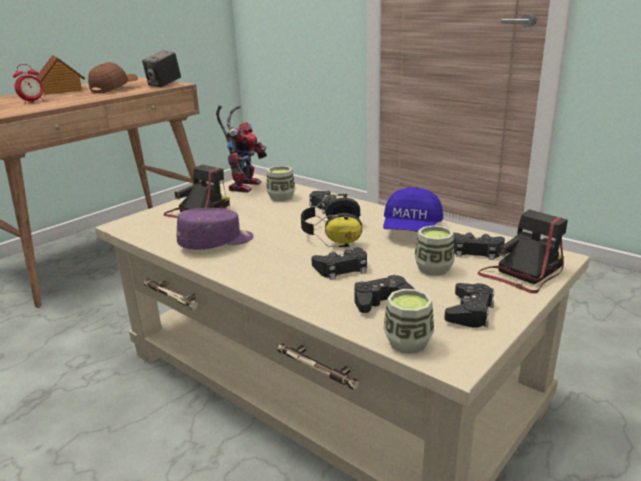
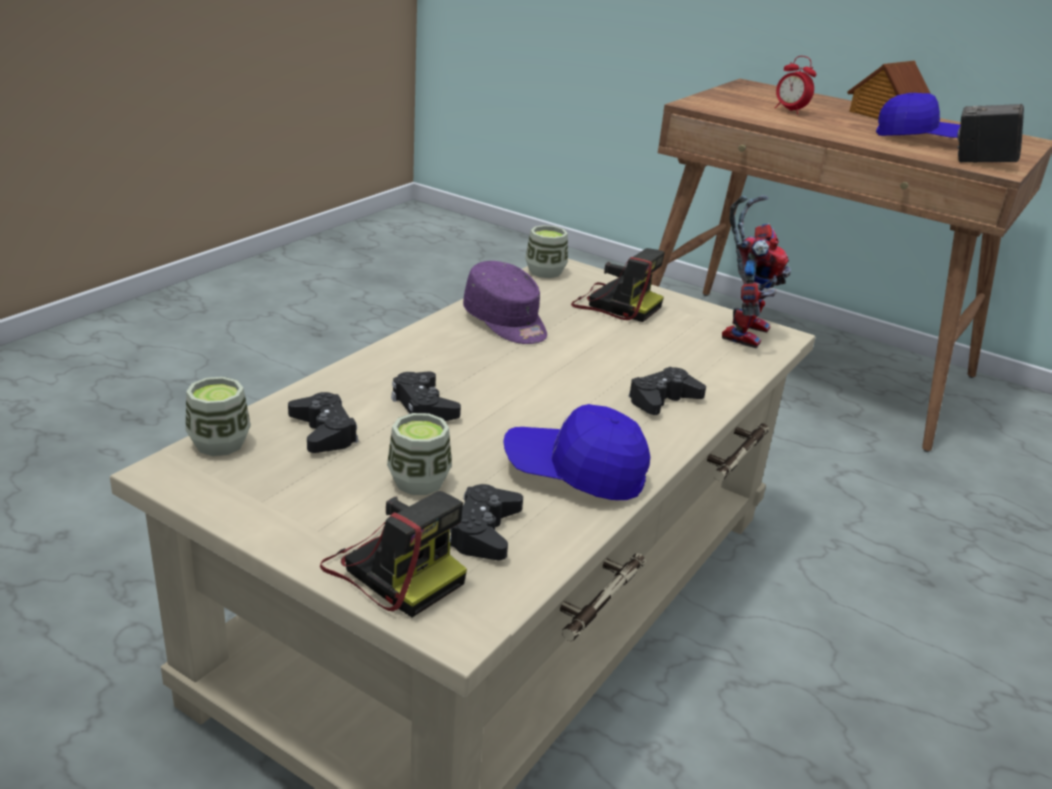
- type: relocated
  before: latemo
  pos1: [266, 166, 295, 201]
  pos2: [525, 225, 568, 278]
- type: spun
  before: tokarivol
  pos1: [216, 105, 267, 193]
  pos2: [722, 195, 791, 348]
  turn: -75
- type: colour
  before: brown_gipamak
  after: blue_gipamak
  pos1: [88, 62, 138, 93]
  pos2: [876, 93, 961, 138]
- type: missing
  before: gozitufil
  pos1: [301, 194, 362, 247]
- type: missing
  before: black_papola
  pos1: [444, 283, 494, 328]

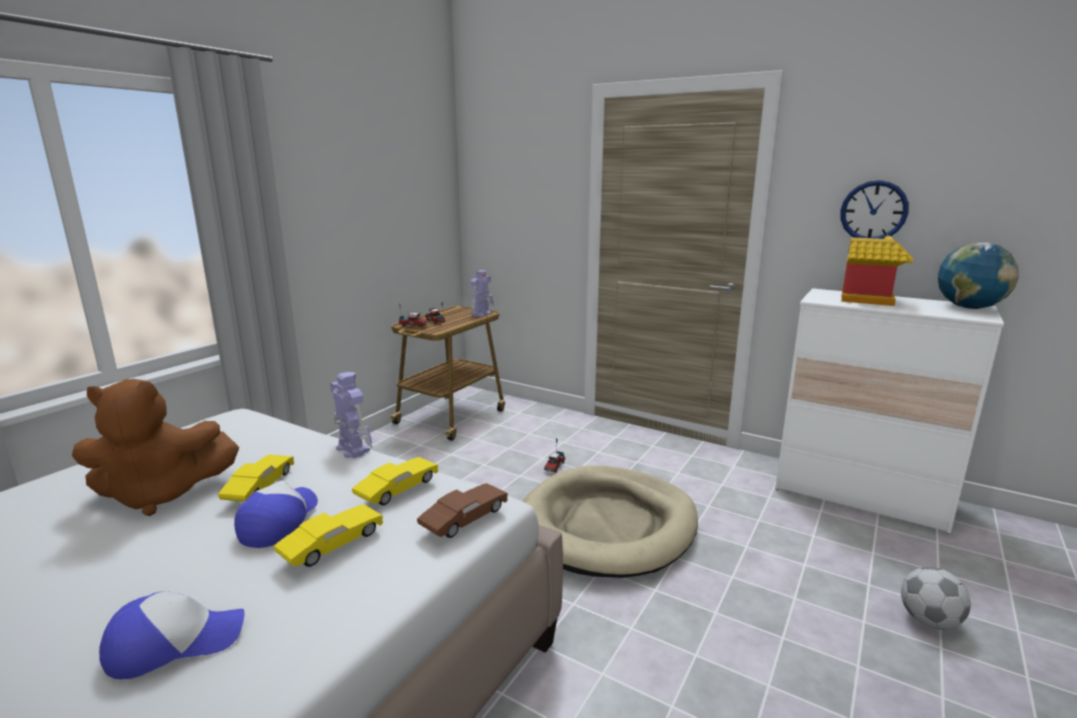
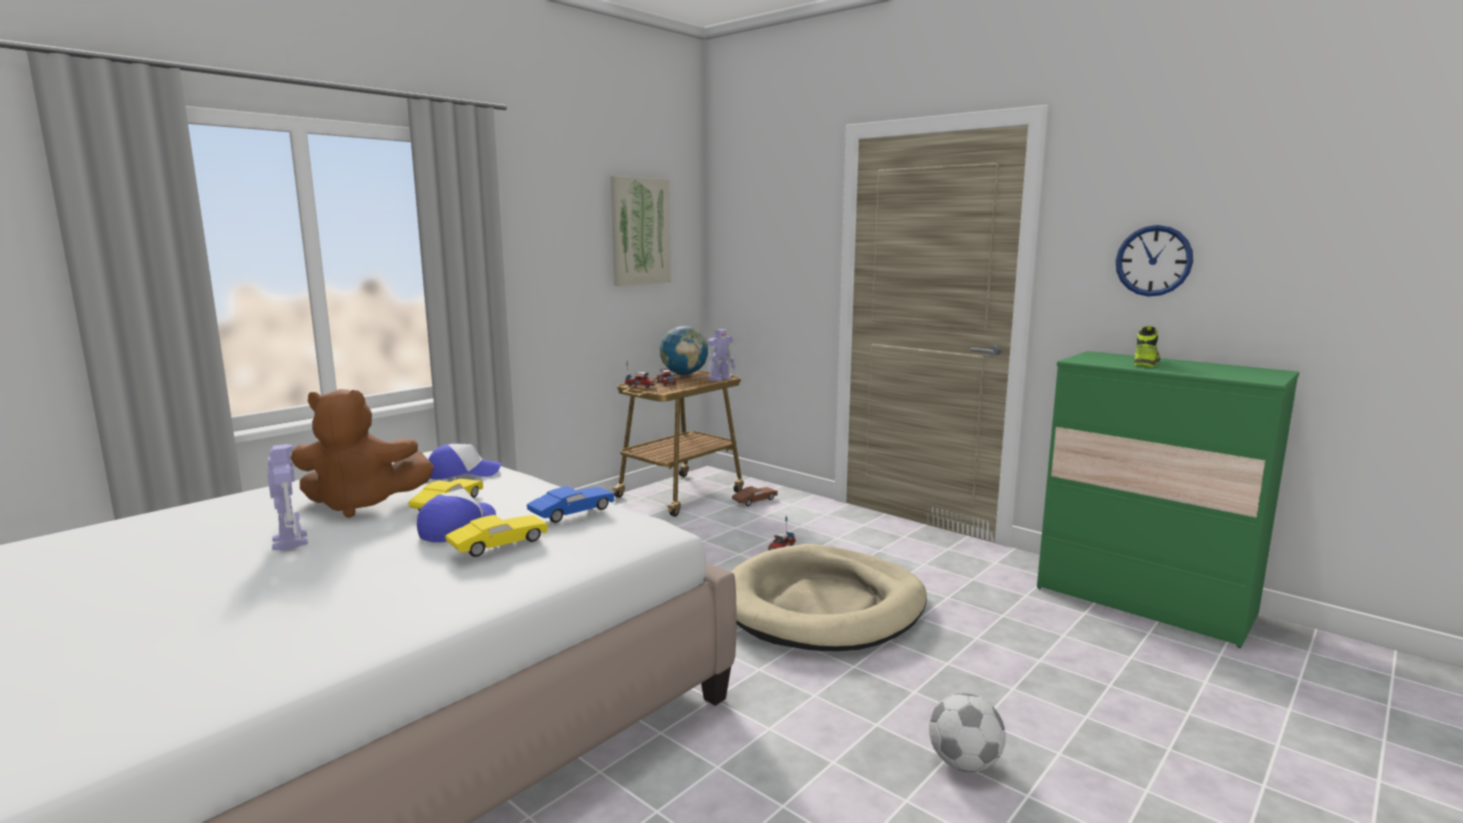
- type: relocated
  before: tokarivol
  pos1: [330, 372, 372, 458]
  pos2: [267, 444, 308, 551]
- type: relocated
  before: gipamak
  pos1: [99, 591, 244, 679]
  pos2: [428, 444, 501, 480]
- type: colour
  before: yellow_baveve
  after: blue_baveve
  pos1: [352, 457, 438, 505]
  pos2: [527, 486, 615, 523]
- type: appeared
  after: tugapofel
  pos2: [611, 176, 671, 286]
- type: relocated
  before: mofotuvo
  pos1: [938, 242, 1019, 309]
  pos2: [660, 326, 708, 375]
- type: relocated
  before: brown_baveve
  pos1: [417, 483, 508, 538]
  pos2: [732, 486, 778, 506]
- type: relocated
  before: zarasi
  pos1: [901, 567, 971, 629]
  pos2: [929, 693, 1006, 772]
- type: colour
  before: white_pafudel
  after: green_pafudel
  pos1: [775, 288, 1004, 534]
  pos2: [1037, 351, 1299, 648]
- type: exchanged
  before: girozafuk
  after: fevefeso
  pos1: [841, 236, 914, 306]
  pos2: [1134, 326, 1160, 367]

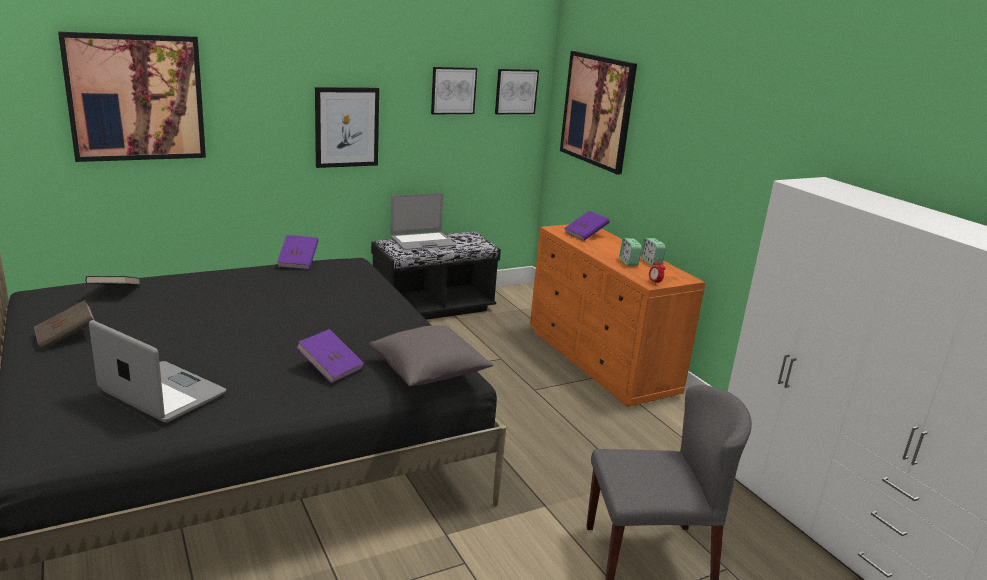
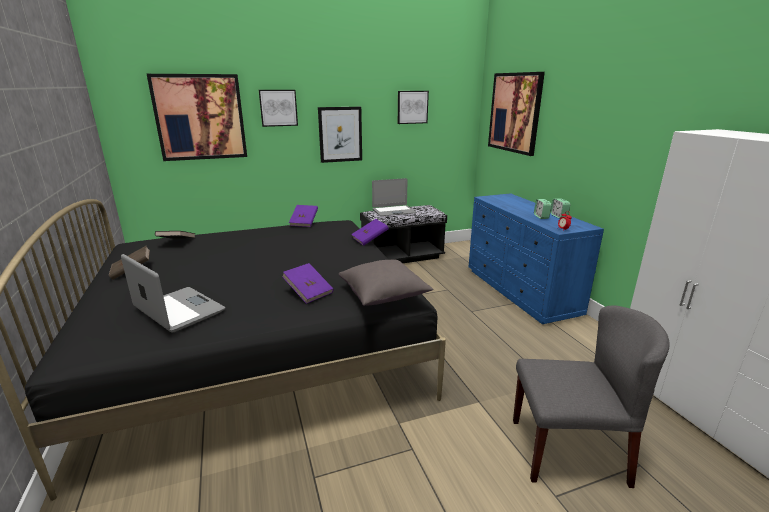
- type: relocated
  before: tugapofel
  pos1: [495, 69, 539, 114]
  pos2: [259, 90, 298, 127]
- type: relocated
  before: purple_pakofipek
  pos1: [565, 211, 610, 241]
  pos2: [351, 219, 389, 246]
- type: colour
  before: orange_pafudel
  after: blue_pafudel
  pos1: [530, 224, 705, 407]
  pos2: [469, 193, 604, 324]

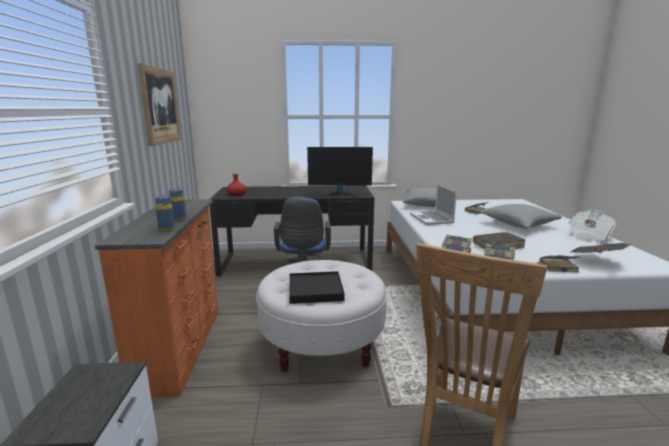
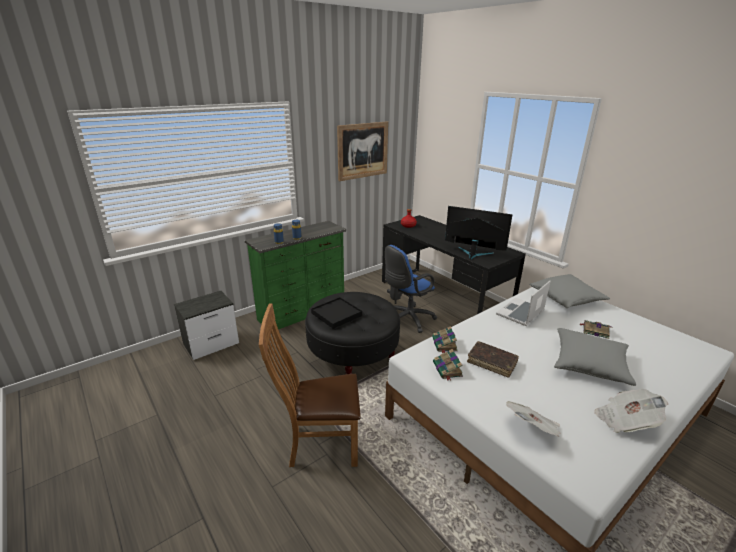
- type: colour
  before: orange_pafudel
  after: green_pafudel
  pos1: [95, 199, 219, 397]
  pos2: [245, 221, 346, 329]
- type: colour
  before: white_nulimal
  after: black_nulimal
  pos1: [256, 260, 387, 372]
  pos2: [305, 292, 400, 375]
- type: spun
  before: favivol
  pos1: [307, 147, 373, 197]
  pos2: [445, 206, 513, 260]
  turn: 150
- type: missing
  before: pakofipek
  pos1: [536, 255, 581, 272]

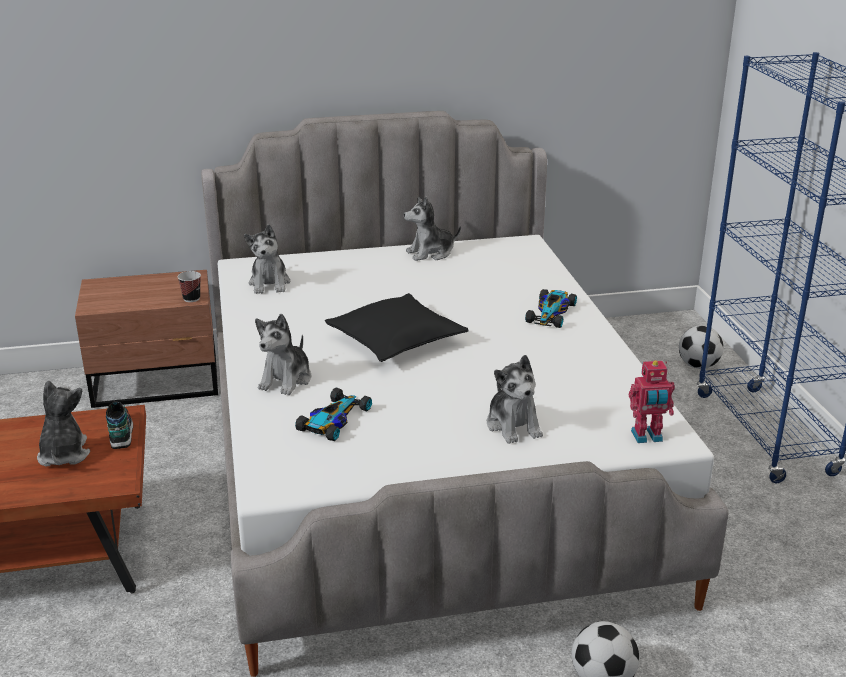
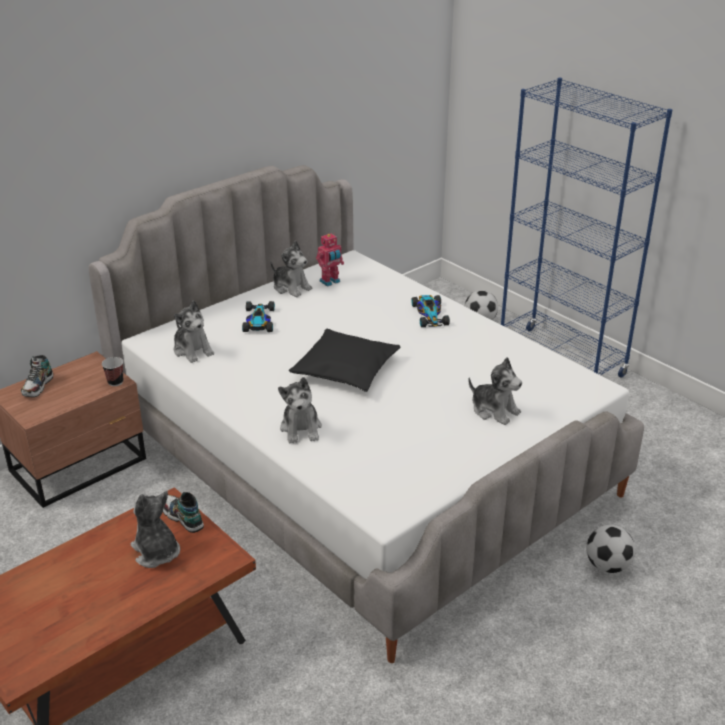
- type: appeared
  after: fevefeso
  pos2: [21, 355, 53, 397]
- type: relocated
  before: baveve
  pos1: [295, 387, 372, 441]
  pos2: [242, 301, 275, 332]
- type: spun
  before: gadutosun
  pos1: [404, 197, 461, 261]
  pos2: [270, 240, 313, 297]
  turn: -90
- type: relocated
  before: tokarivol
  pos1: [629, 360, 675, 443]
  pos2: [316, 233, 344, 287]

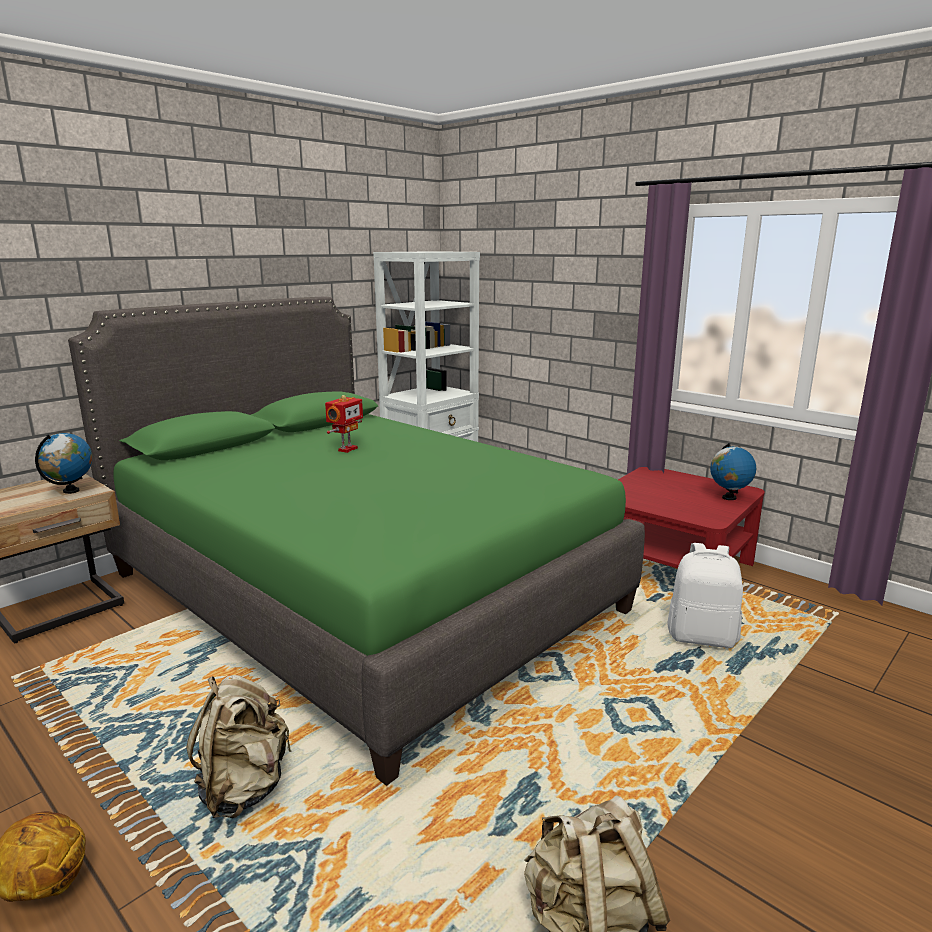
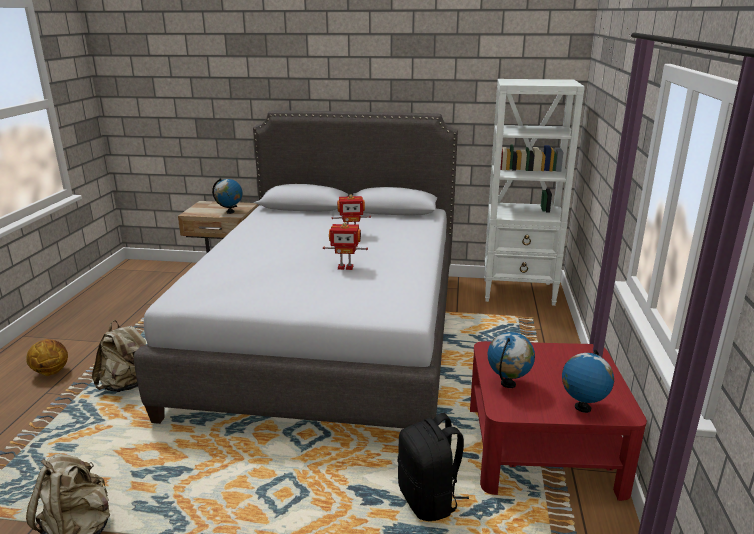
- type: colour
  before: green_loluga
  after: grey_loluga
  pos1: [68, 296, 645, 786]
  pos2: [134, 111, 458, 428]
- type: appeared
  after: tokarivol
  pos2: [323, 222, 368, 270]
- type: colour
  before: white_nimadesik
  after: black_nimadesik
  pos1: [667, 543, 743, 648]
  pos2: [398, 413, 469, 521]
- type: appeared
  after: mofotuvo
  pos2: [488, 332, 535, 388]

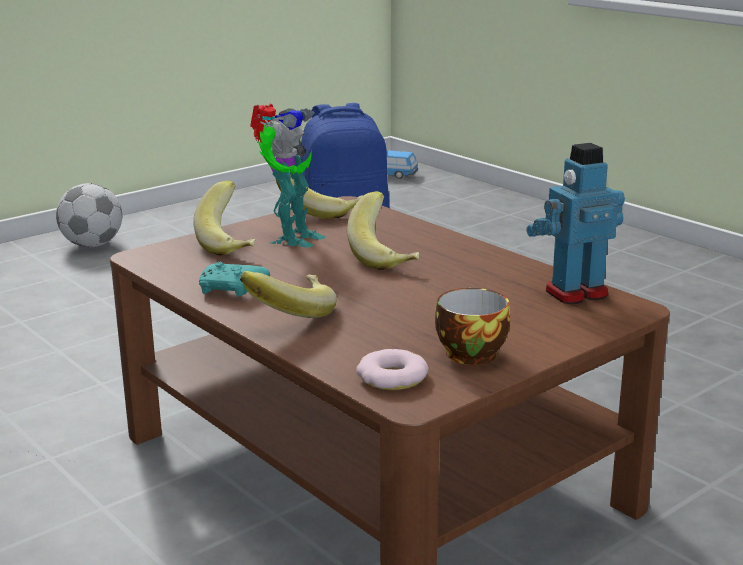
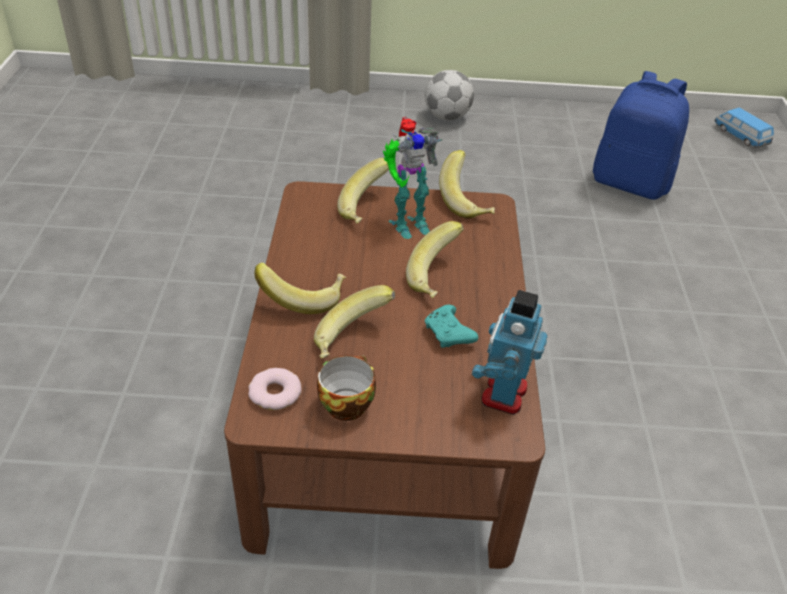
- type: appeared
  after: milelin
  pos2: [314, 285, 395, 359]
- type: relocated
  before: turquoise_papola
  pos1: [199, 262, 270, 297]
  pos2: [425, 305, 478, 348]
- type: spun
  before: tokarivol
  pos1: [526, 143, 625, 304]
  pos2: [472, 290, 547, 415]
  turn: -90

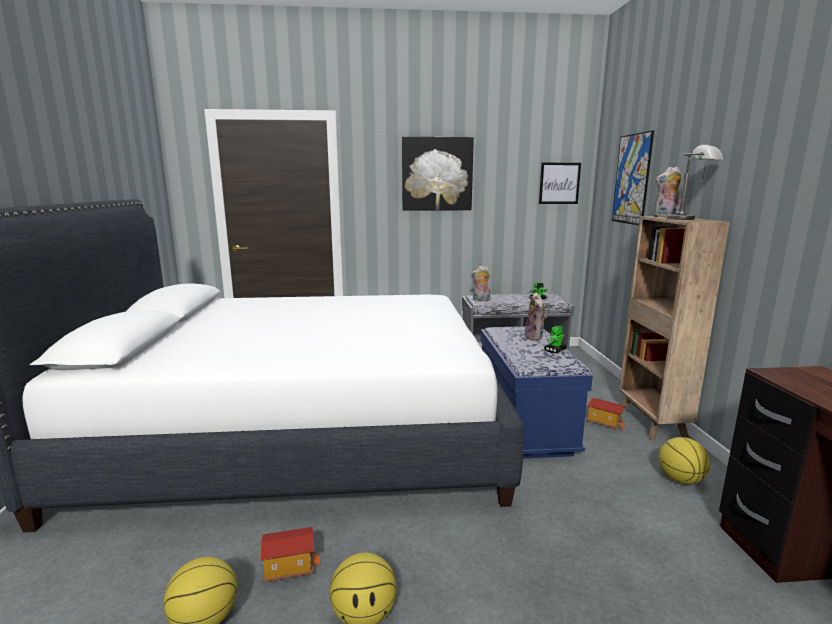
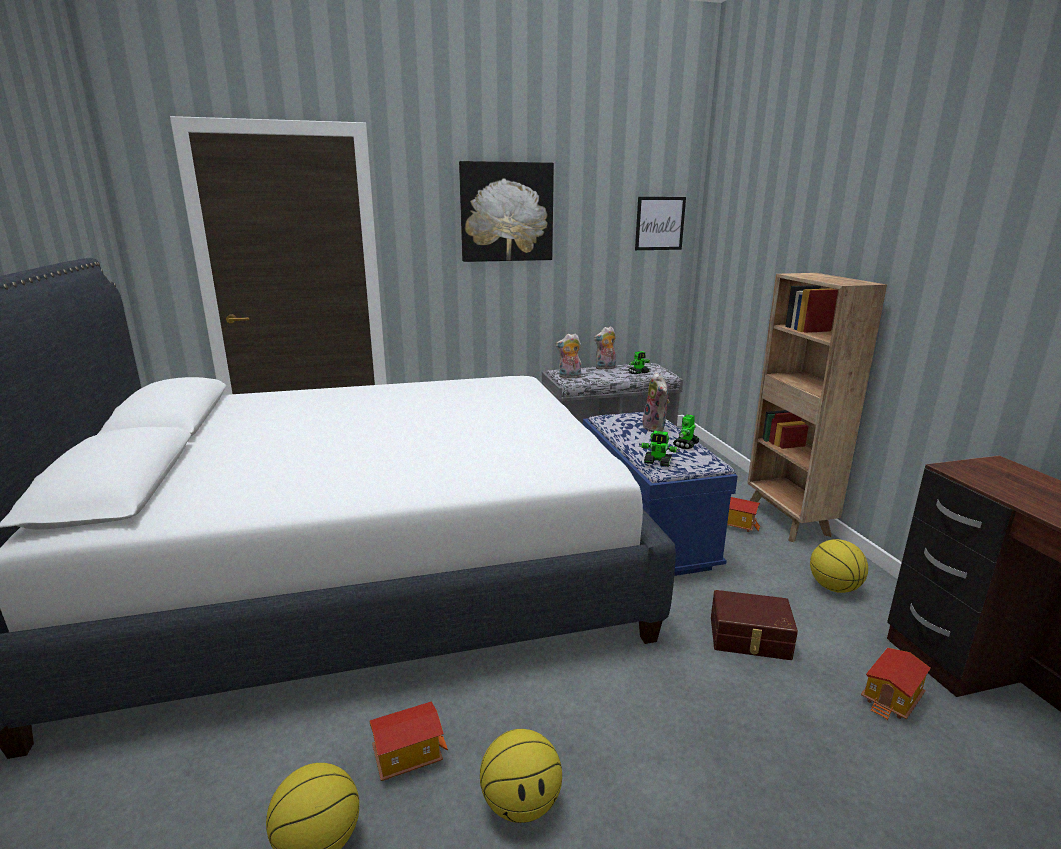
- type: relocated
  before: gadutosun
  pos1: [654, 166, 681, 217]
  pos2: [594, 326, 616, 370]
- type: appeared
  after: tokarivol
  pos2: [639, 431, 680, 467]
- type: appeared
  after: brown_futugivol
  pos2: [711, 590, 798, 660]
- type: appeared
  after: girozafuk
  pos2: [861, 648, 931, 720]
- type: missing
  before: tugapofel
  pos1: [612, 130, 654, 225]
- type: missing
  before: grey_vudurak
  pos1: [667, 145, 723, 220]

